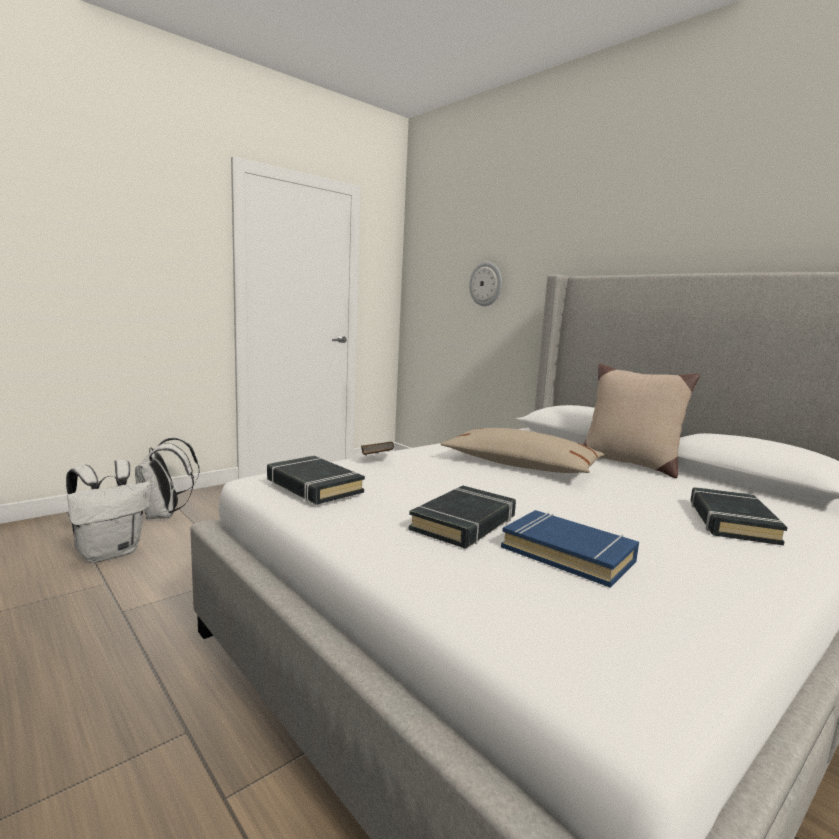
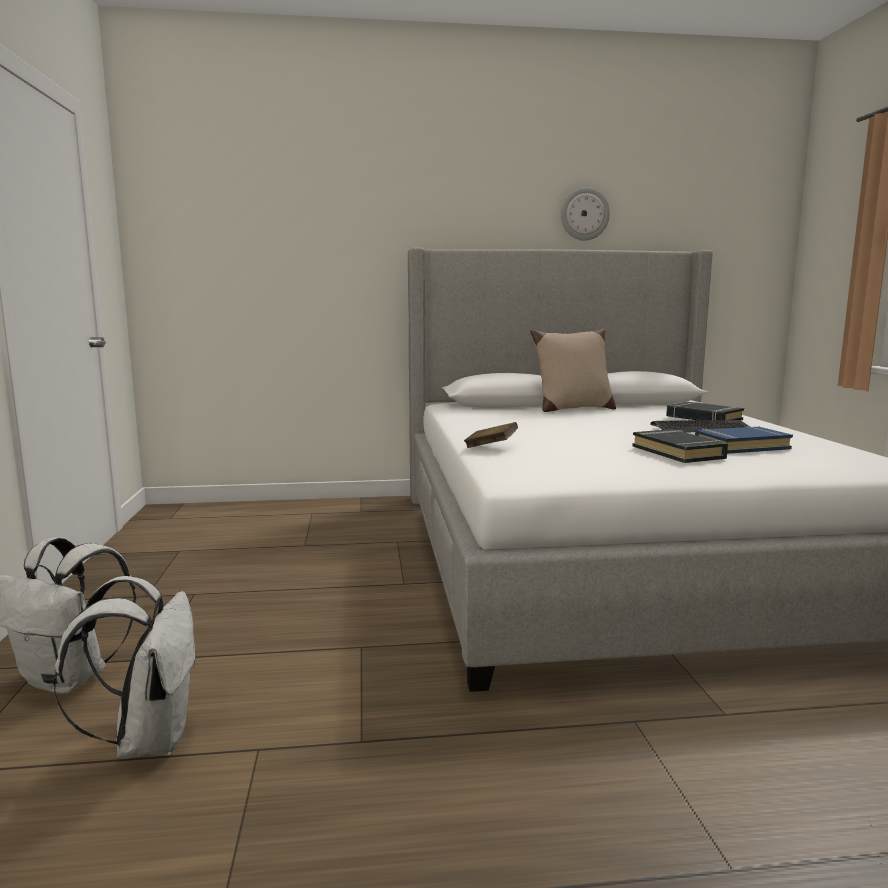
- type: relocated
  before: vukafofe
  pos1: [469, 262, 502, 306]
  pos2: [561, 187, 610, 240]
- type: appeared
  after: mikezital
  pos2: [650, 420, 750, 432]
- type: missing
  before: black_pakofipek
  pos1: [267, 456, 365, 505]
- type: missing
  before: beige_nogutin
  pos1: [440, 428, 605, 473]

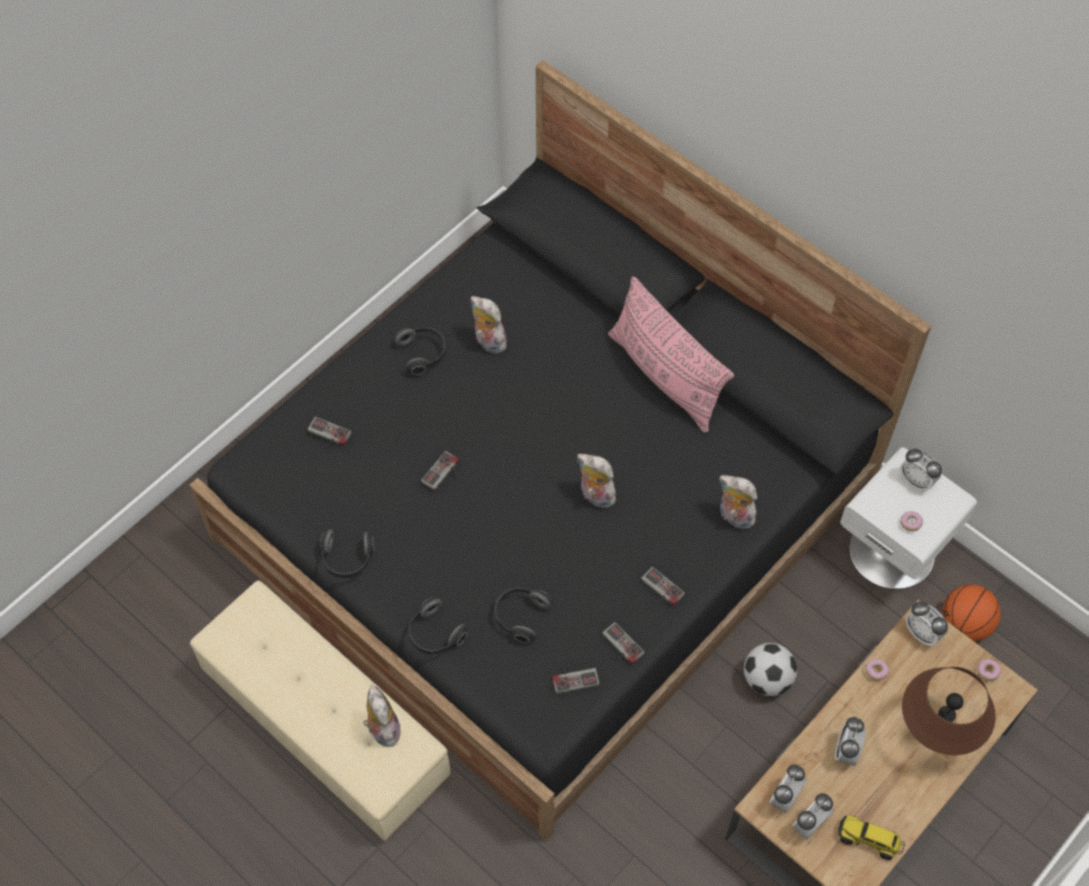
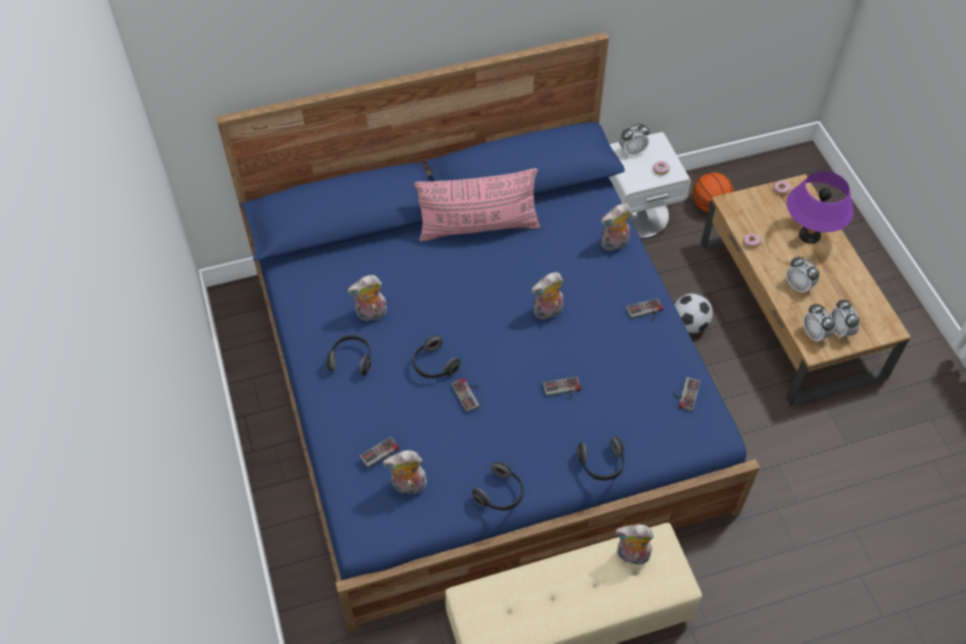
- type: colour
  before: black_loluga
  after: blue_loluga
  pos1: [190, 60, 931, 841]
  pos2: [216, 32, 760, 632]
- type: appeared
  after: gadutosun
  pos2: [383, 450, 427, 494]
- type: relocated
  before: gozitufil
  pos1: [494, 587, 552, 643]
  pos2: [413, 336, 461, 379]
- type: relocated
  before: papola
  pos1: [602, 622, 645, 664]
  pos2: [543, 377, 581, 400]
- type: colour
  before: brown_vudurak
  after: purple_vudurak
  pos1: [902, 667, 996, 755]
  pos2: [787, 171, 854, 244]
- type: missing
  before: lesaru
  pos1: [838, 815, 905, 860]
- type: missing
  before: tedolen
  pos1: [906, 601, 948, 646]

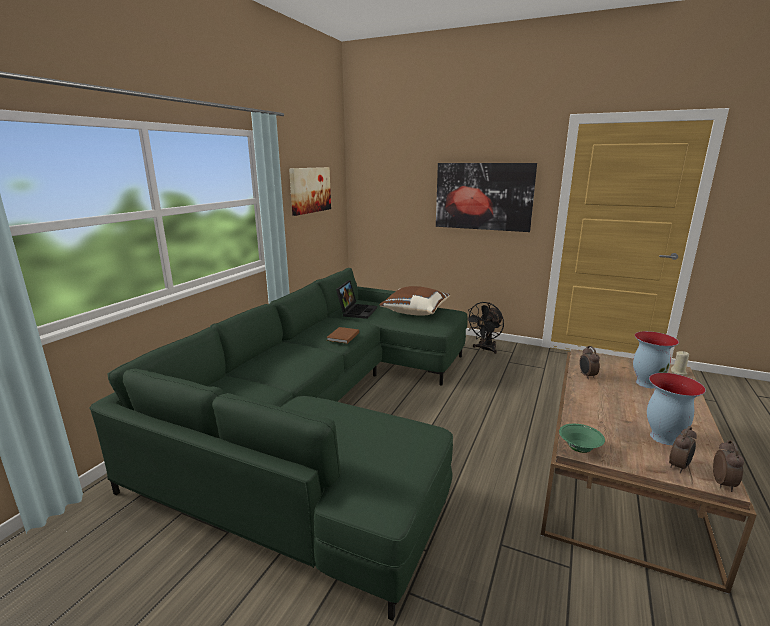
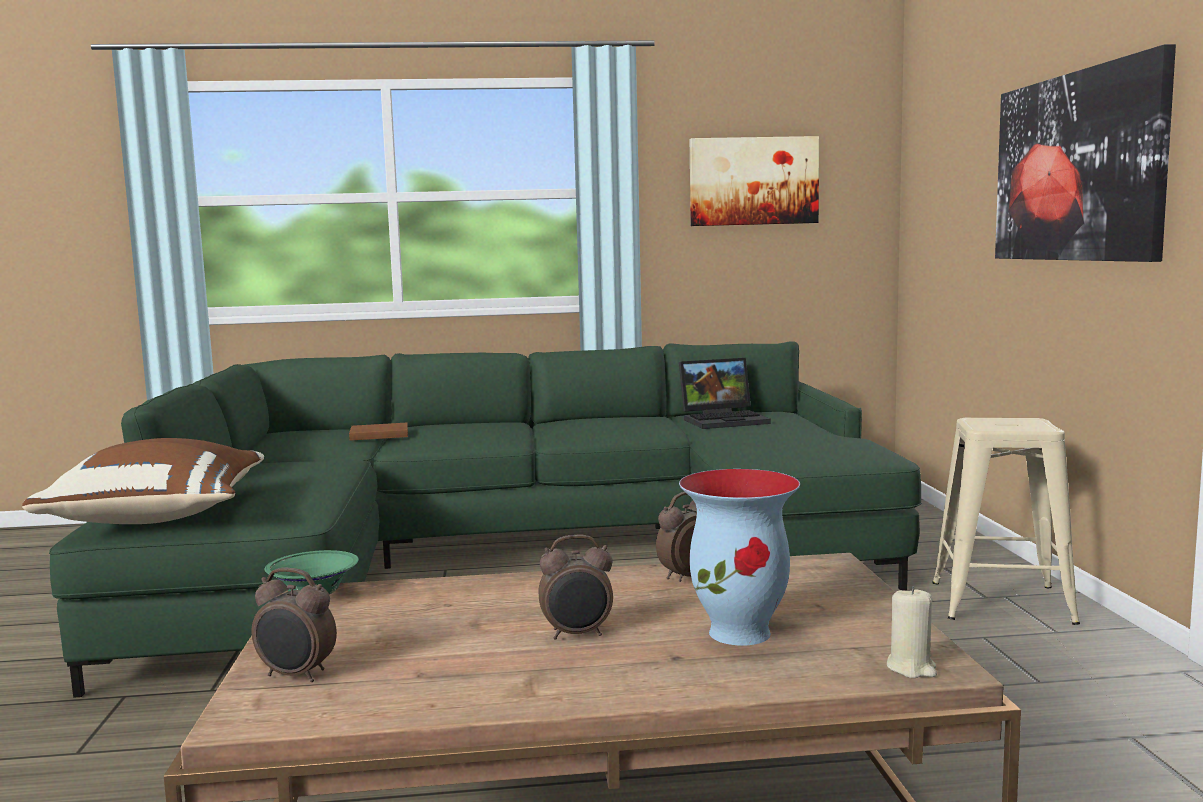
- type: relocated
  before: brown_nogutin
  pos1: [379, 286, 450, 316]
  pos2: [22, 438, 264, 524]
- type: relocated
  before: brown_pakofipek
  pos1: [326, 327, 359, 344]
  pos2: [349, 423, 408, 441]
- type: relocated
  before: tedolen
  pos1: [713, 440, 744, 492]
  pos2: [538, 535, 613, 640]
- type: exchanged
  before: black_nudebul
  after: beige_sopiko
  pos1: [468, 302, 504, 354]
  pos2: [932, 418, 1080, 625]
- type: missing
  before: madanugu
  pos1: [647, 373, 706, 445]

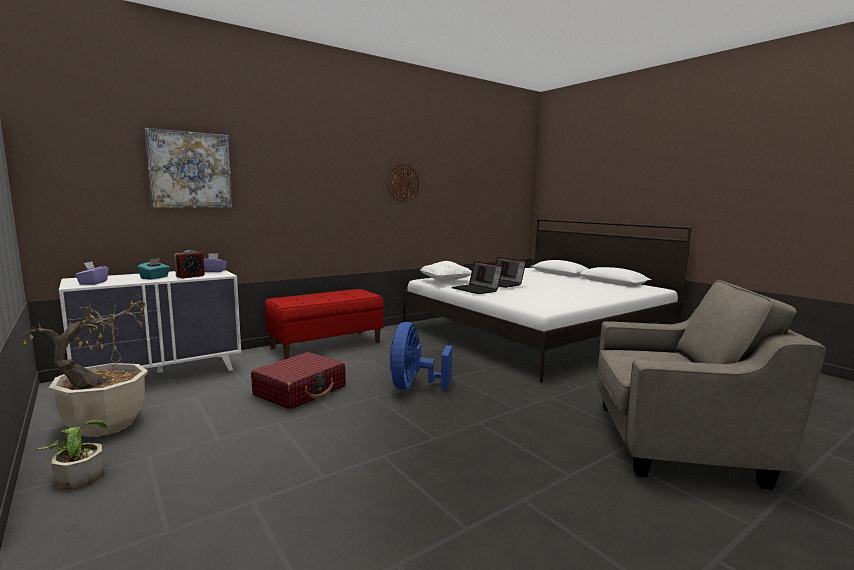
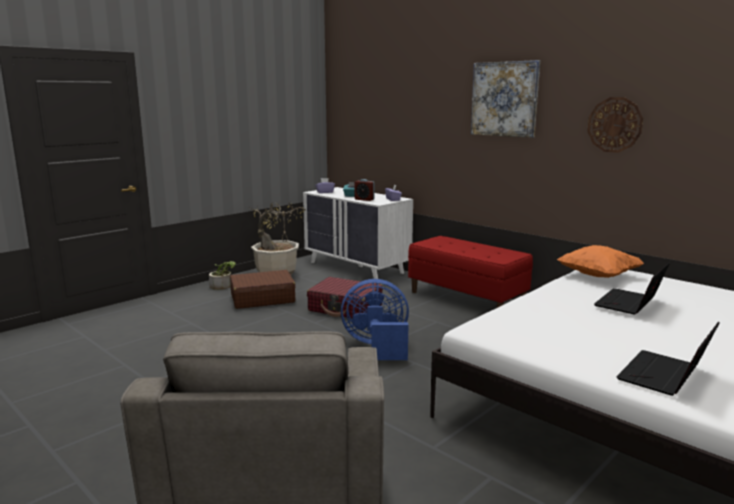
- type: appeared
  after: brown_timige
  pos2: [230, 270, 295, 309]
- type: relocated
  before: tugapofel
  pos1: [145, 128, 233, 208]
  pos2: [471, 60, 540, 138]
- type: colour
  before: white_nogutin
  after: orange_nogutin
  pos1: [420, 261, 472, 282]
  pos2: [557, 245, 644, 278]
- type: relocated
  before: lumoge
  pos1: [452, 261, 503, 294]
  pos2: [616, 321, 720, 396]

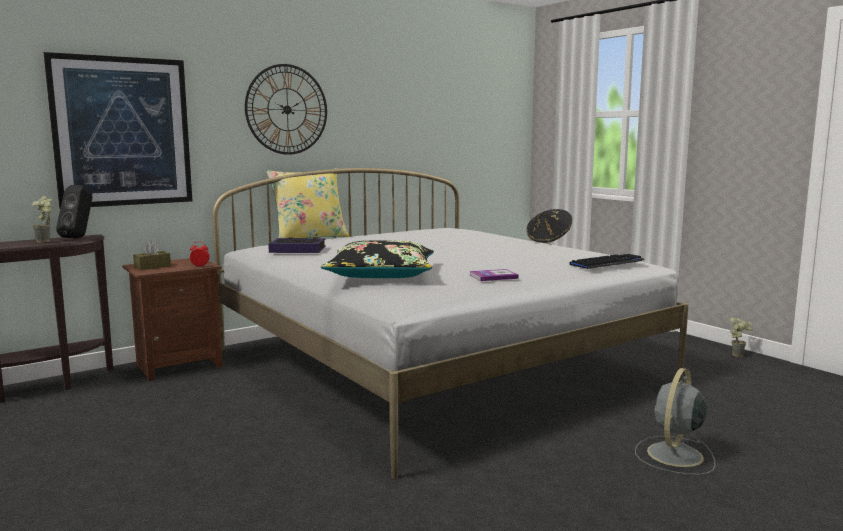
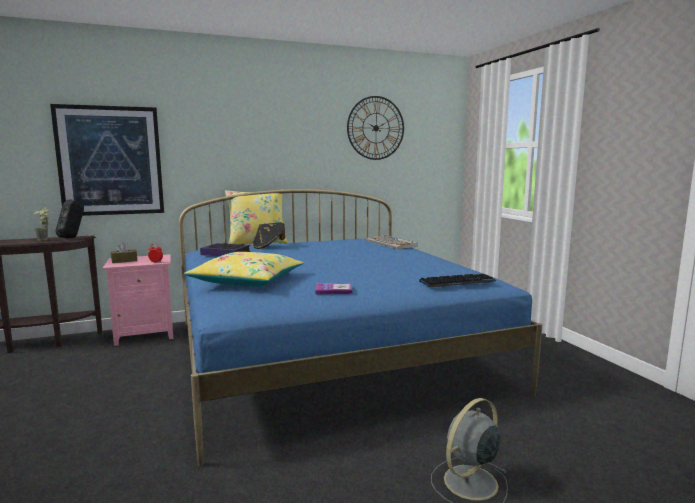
- type: colour
  before: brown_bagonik
  after: pink_bagonik
  pos1: [122, 258, 223, 381]
  pos2: [103, 254, 173, 346]
- type: colour
  before: white_loluga
  after: blue_loluga
  pos1: [213, 168, 689, 479]
  pos2: [179, 189, 542, 466]
- type: colour
  before: black_nogutin
  after: yellow_nogutin
  pos1: [320, 241, 434, 278]
  pos2: [184, 252, 304, 286]
- type: relocated
  before: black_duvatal
  pos1: [526, 209, 572, 243]
  pos2: [253, 222, 285, 249]
- type: relocated
  before: vukafofe
  pos1: [245, 64, 327, 155]
  pos2: [347, 96, 404, 160]
- type: appeared
  after: mikezital
  pos2: [366, 235, 418, 249]
- type: missing
  before: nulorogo
  pos1: [729, 317, 753, 357]

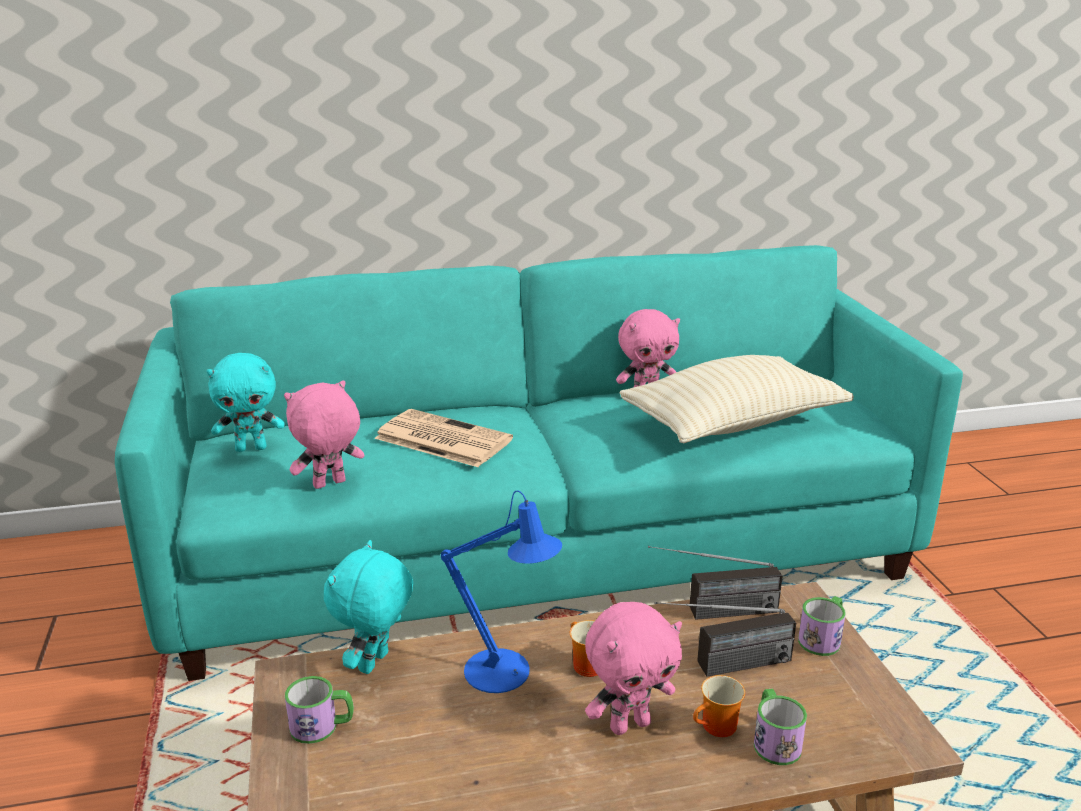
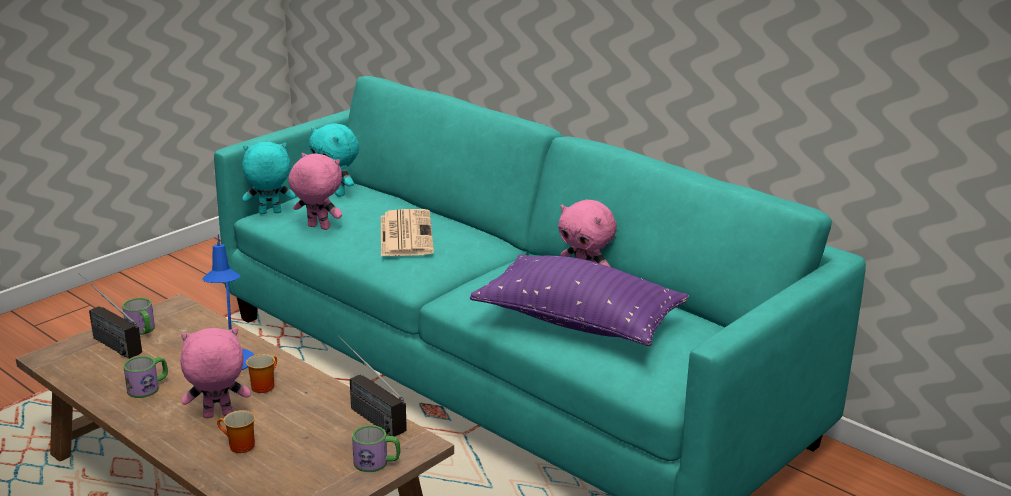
- type: relocated
  before: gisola
  pos1: [655, 602, 796, 677]
  pos2: [78, 273, 142, 359]
- type: relocated
  before: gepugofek
  pos1: [754, 689, 807, 765]
  pos2: [123, 356, 168, 398]
- type: spun
  before: pink_gadutosun
  pos1: [585, 602, 682, 735]
  pos2: [180, 328, 251, 418]
  turn: 135
- type: relocated
  before: turquoise_gadutosun
  pos1: [324, 540, 414, 674]
  pos2: [242, 142, 295, 214]
- type: colour
  before: beige_nogutin
  after: purple_nogutin
  pos1: [619, 355, 854, 443]
  pos2: [470, 254, 689, 346]

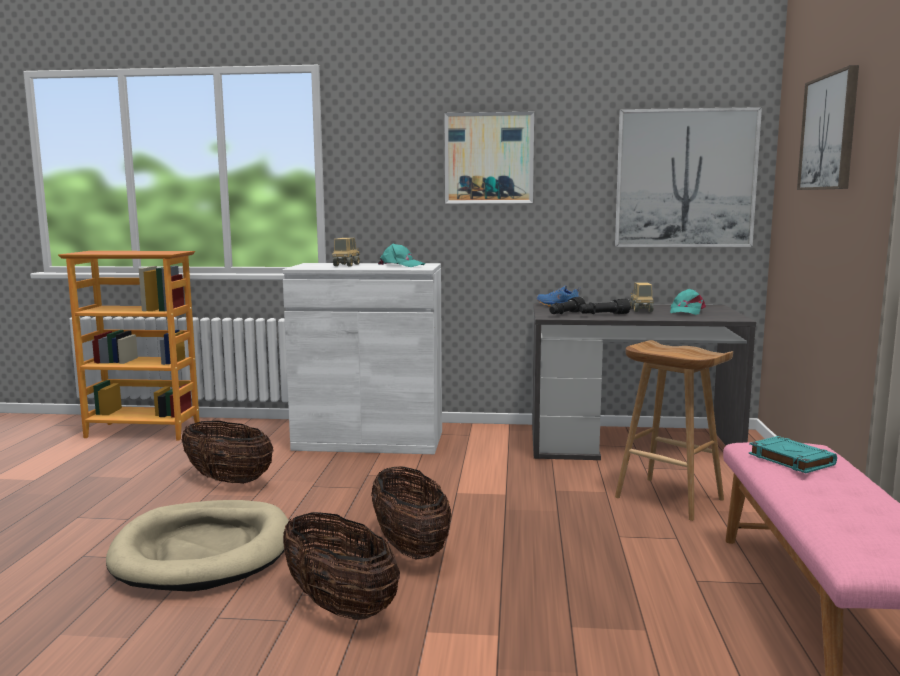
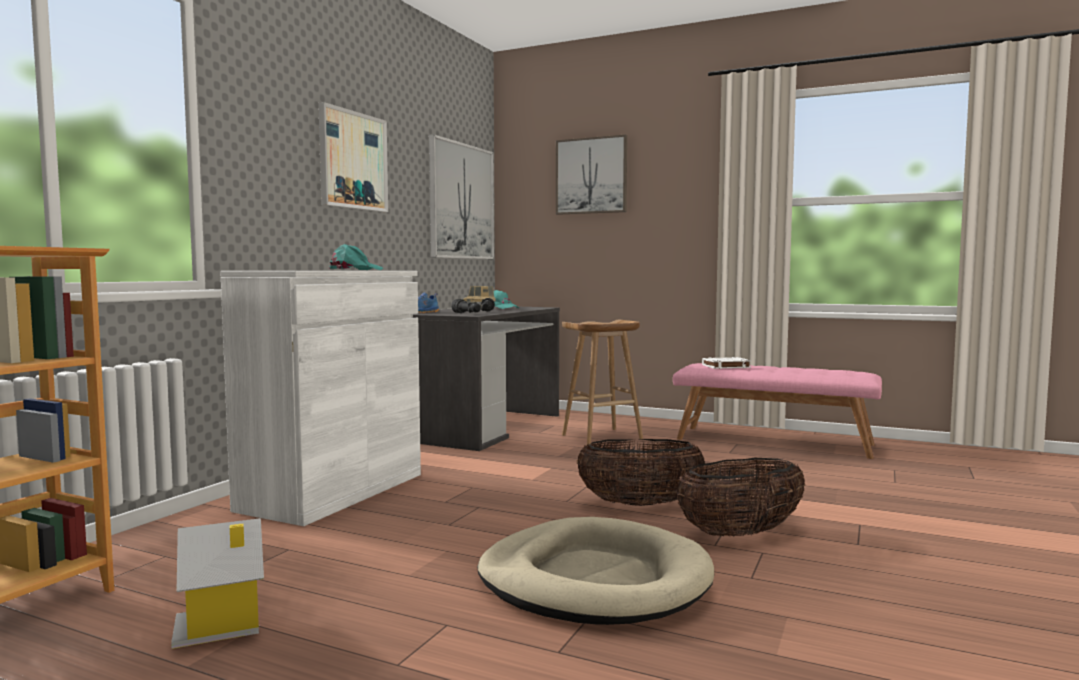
- type: appeared
  after: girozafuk
  pos2: [171, 518, 264, 649]
- type: colour
  before: turquoise_pakofipek
  after: white_pakofipek
  pos1: [749, 436, 837, 473]
  pos2: [702, 357, 751, 369]
- type: missing
  before: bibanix
  pos1: [181, 421, 273, 484]
- type: missing
  before: lesaru
  pos1: [332, 238, 360, 267]

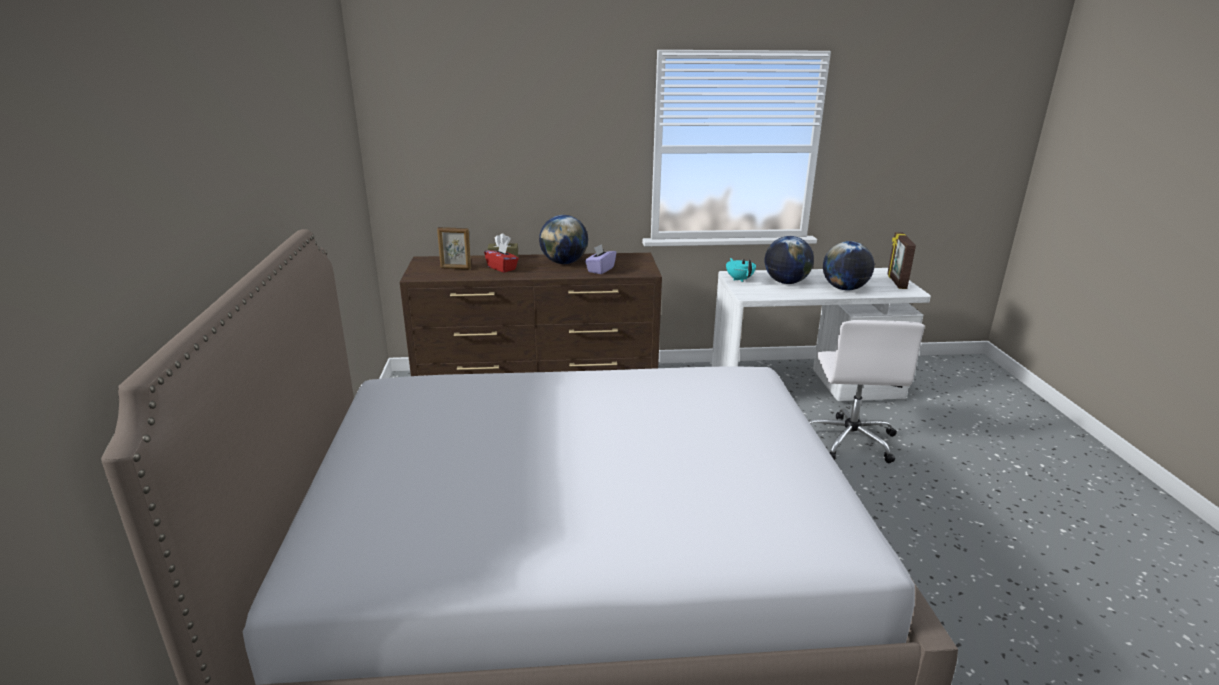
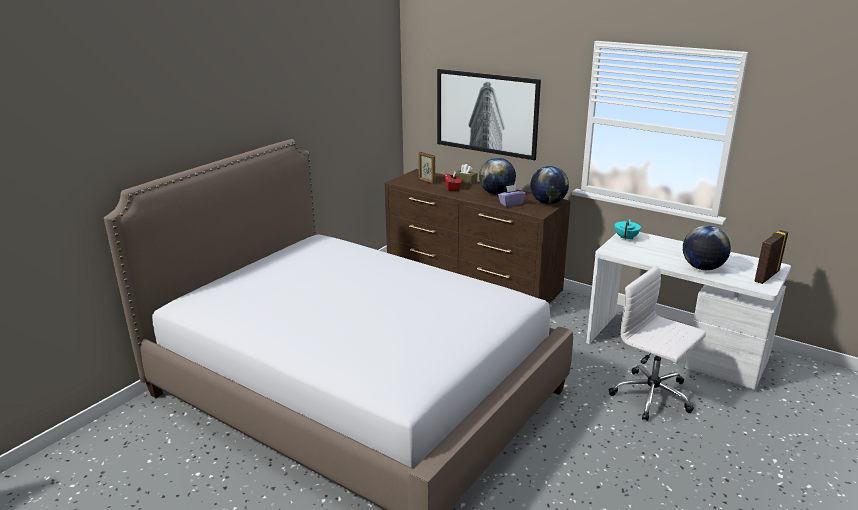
- type: appeared
  after: tugapofel
  pos2: [437, 69, 541, 160]
- type: relocated
  before: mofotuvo
  pos1: [765, 236, 814, 284]
  pos2: [530, 166, 569, 204]
- type: spun
  before: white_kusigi
  pos1: [808, 320, 925, 463]
  pos2: [609, 266, 706, 421]
  turn: 90

